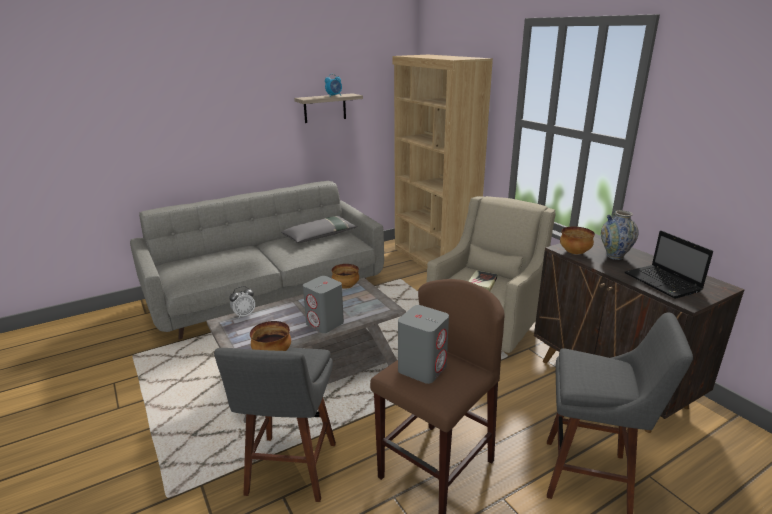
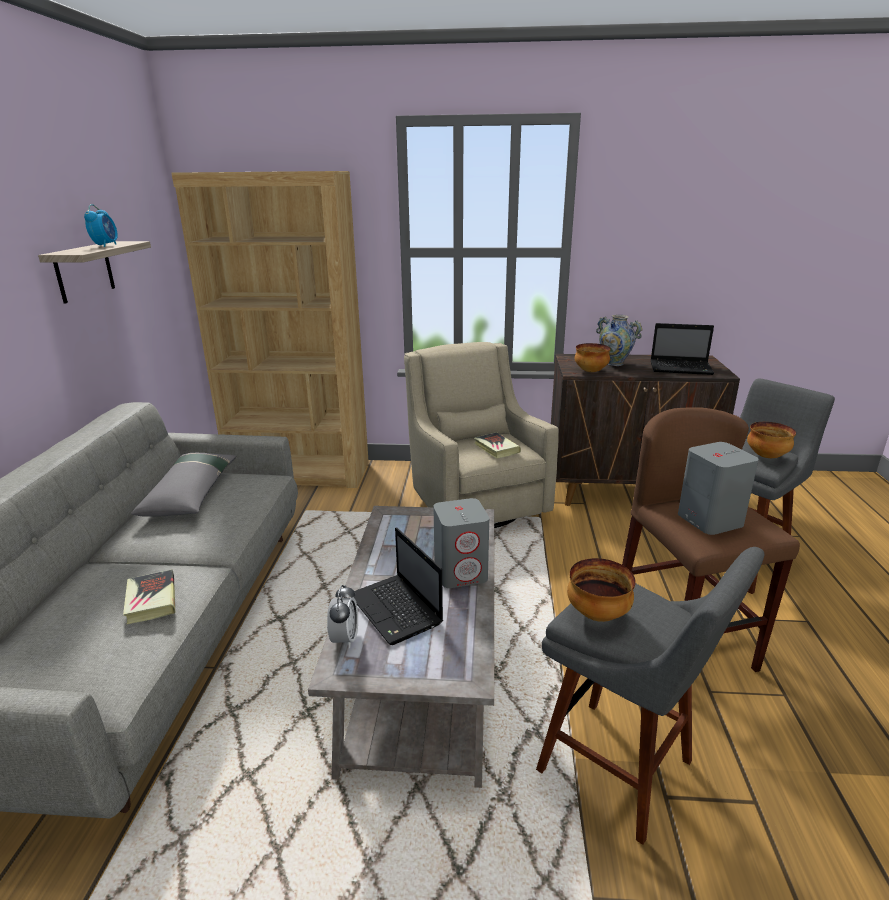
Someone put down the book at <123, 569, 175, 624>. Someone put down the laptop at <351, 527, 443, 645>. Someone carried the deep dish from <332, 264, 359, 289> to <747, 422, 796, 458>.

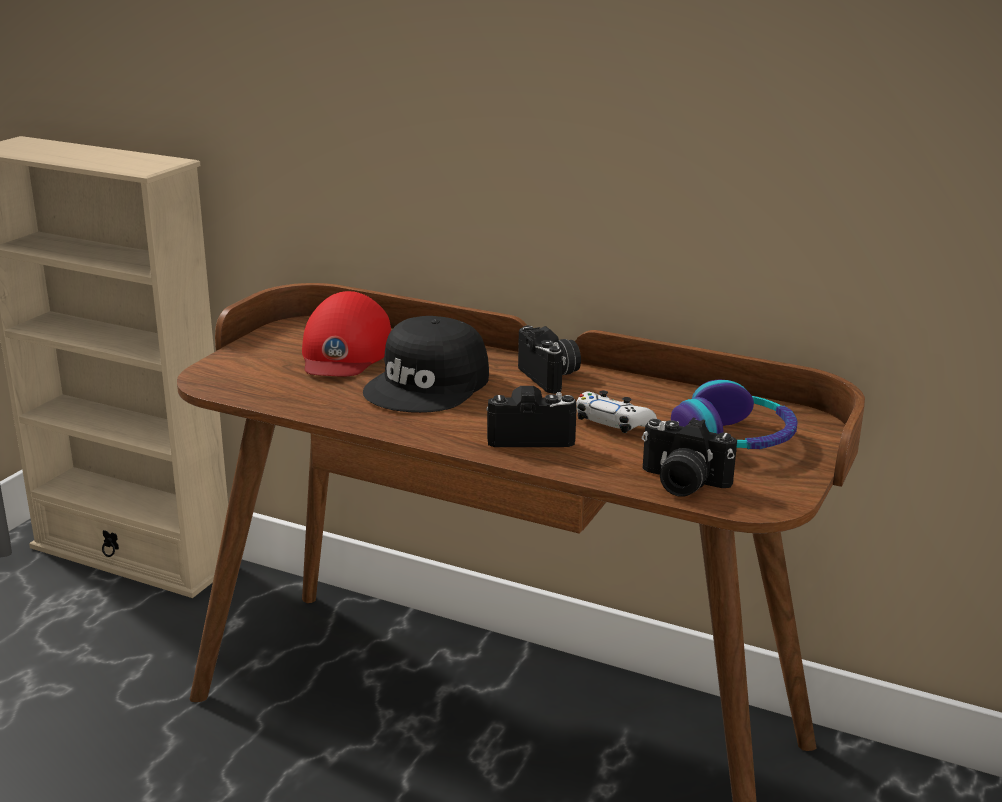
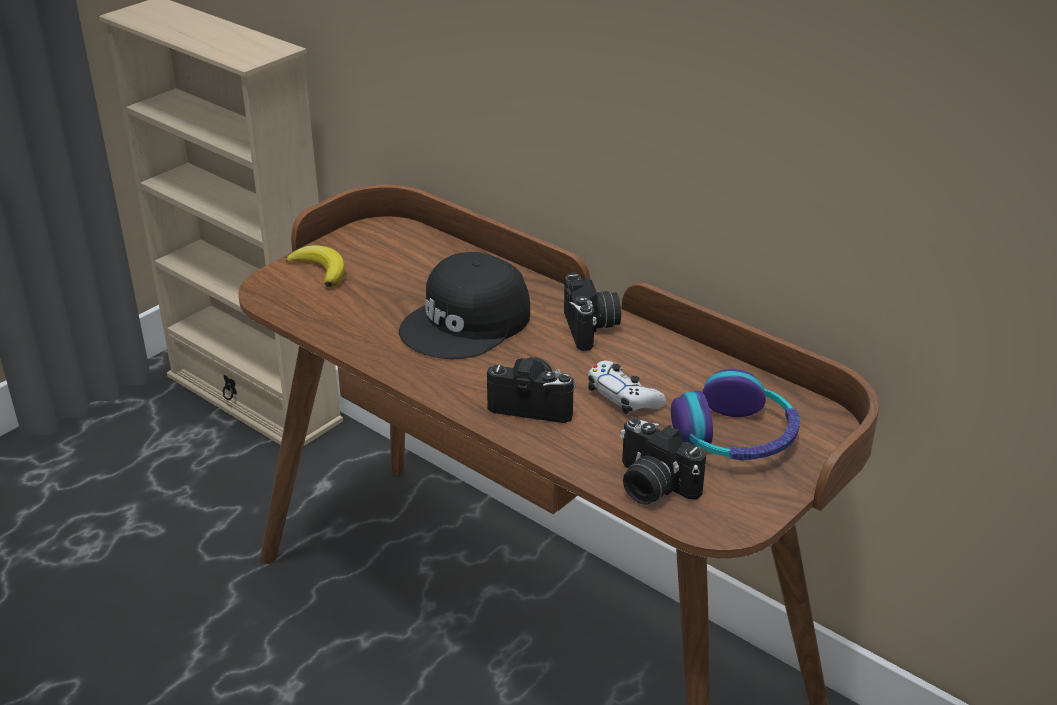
Someone put down the banana fruit at <286, 245, 346, 287>. Someone took away the cap/red-coloured at <302, 291, 391, 376>.

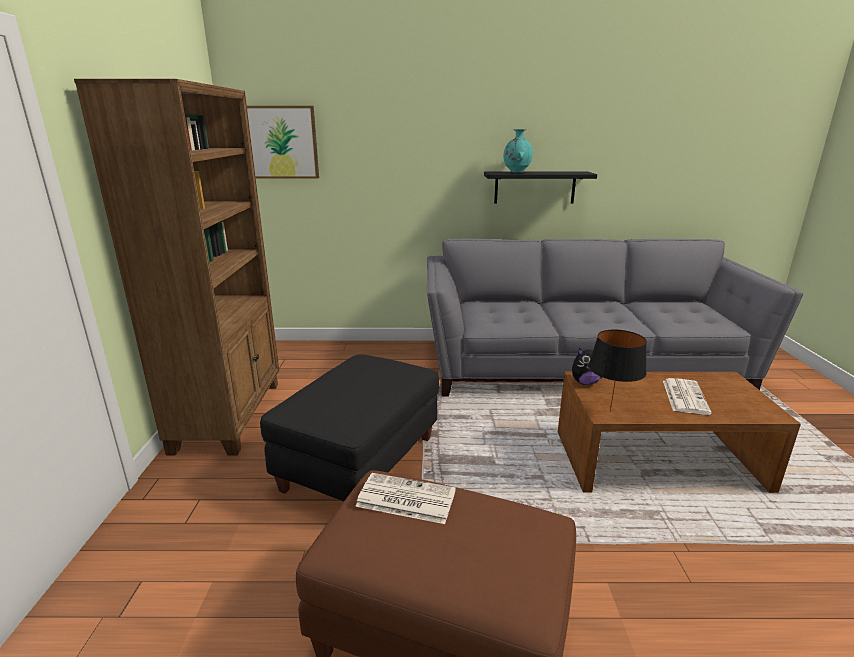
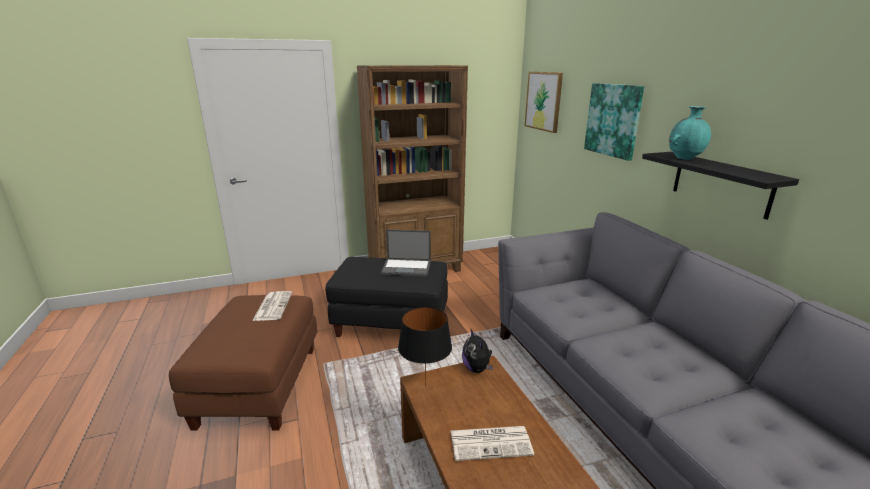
Someone put down the laptop at <381, 230, 431, 277>. Someone put up the wall picture at <584, 83, 644, 161>.

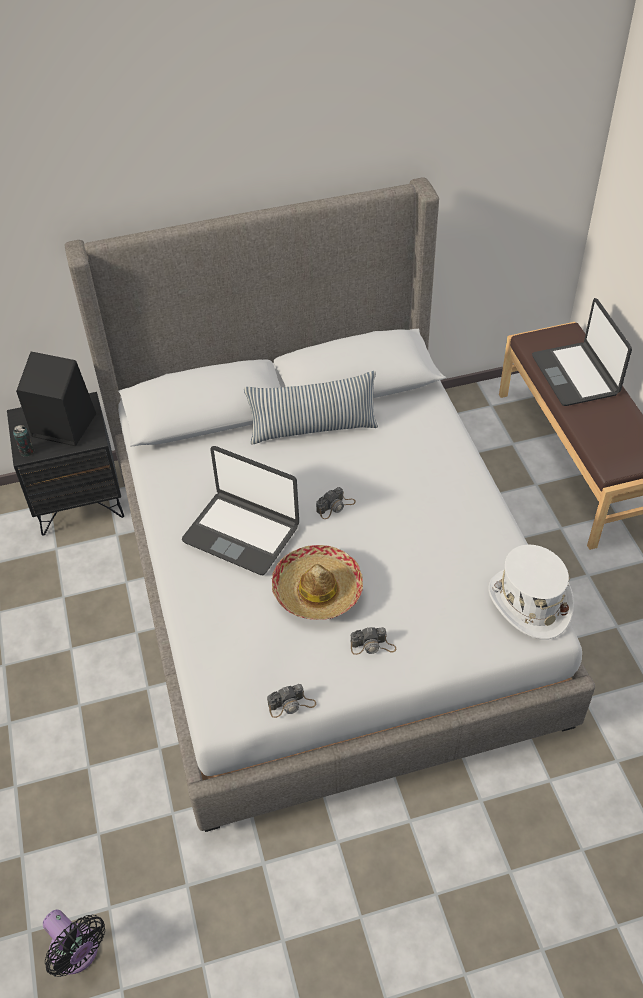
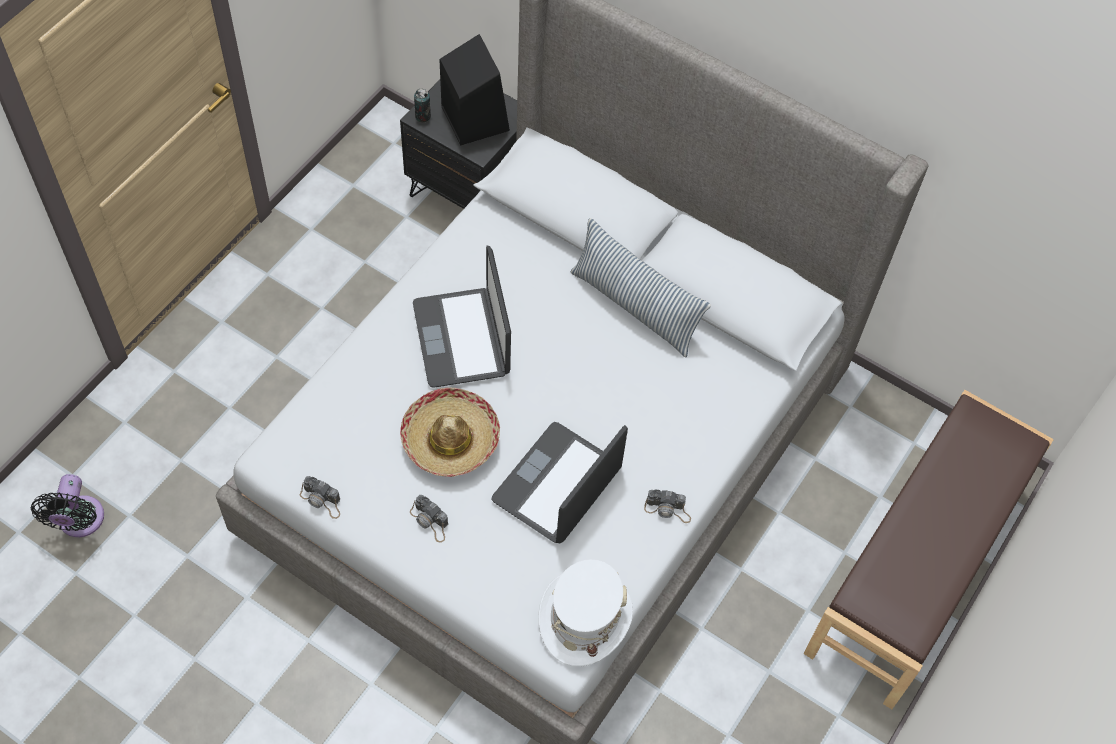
Someone carried the laptop from <532, 298, 632, 406> to <491, 422, 628, 543>. Someone carried the photo camera from <316, 487, 356, 519> to <644, 489, 691, 523>.

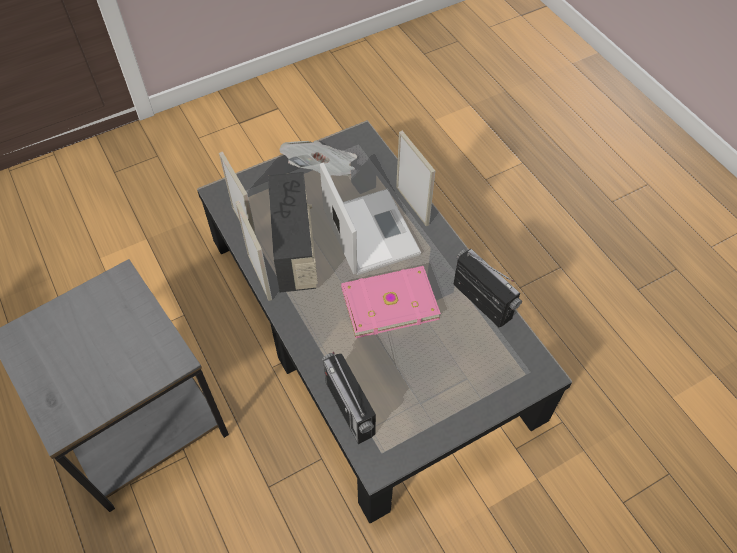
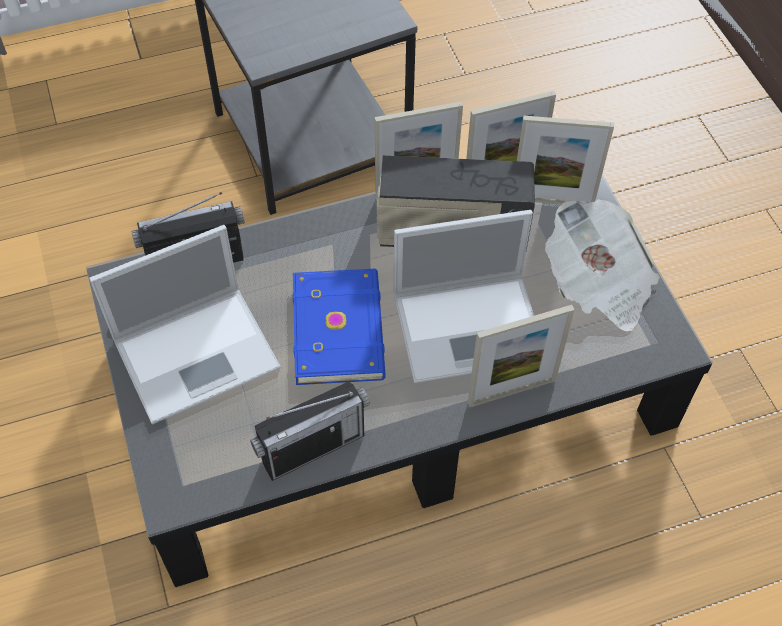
Someone put down the laptop at <89, 225, 281, 424>. Someone repainted the book/pink at <341, 266, 441, 338>, which became the book/bluish at <292, 269, 386, 385>. Someone put down the photo frame at <517, 115, 614, 204>.

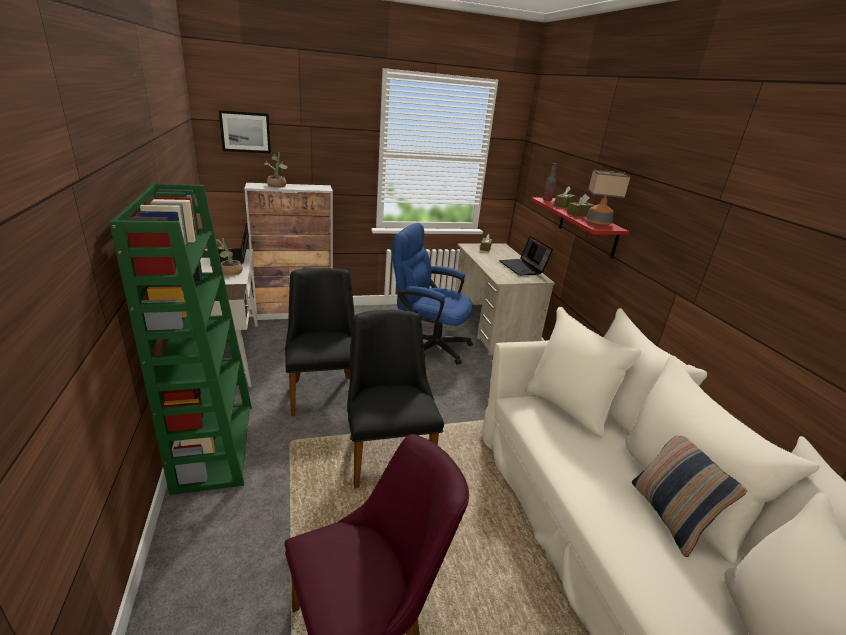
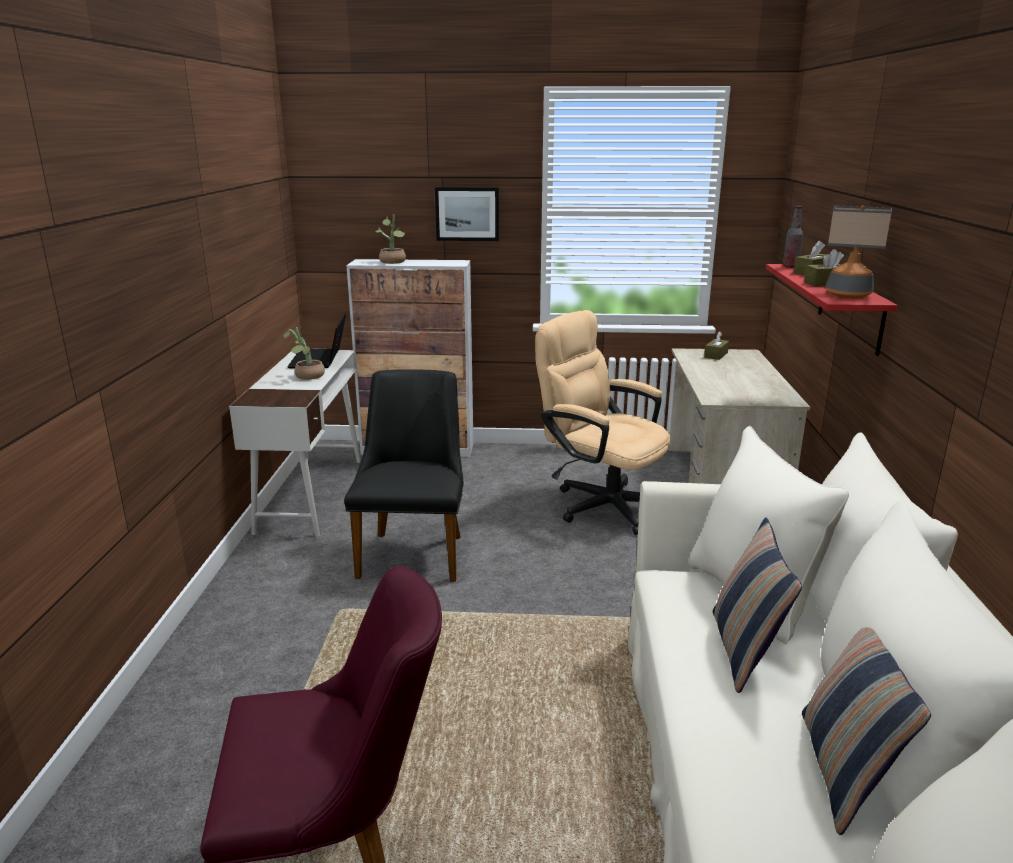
Someone carried the wall picture from <219, 110, 271, 153> to <435, 187, 499, 241>. Someone repainted the desk chair/bluish at <392, 223, 473, 365>, which became the desk chair/sand-coloured at <535, 310, 671, 535>. Someone put down the throw pillow at <713, 517, 802, 693>. Someone took away the bookshelf/greenish at <109, 183, 252, 495>. Someone took away the upright chair/black at <347, 310, 444, 488>. Someone took away the laptop at <499, 236, 553, 276>.

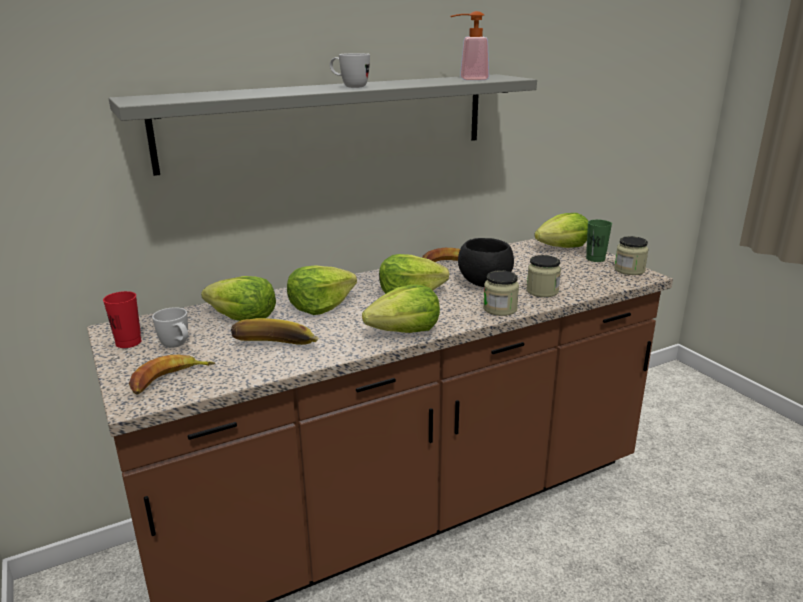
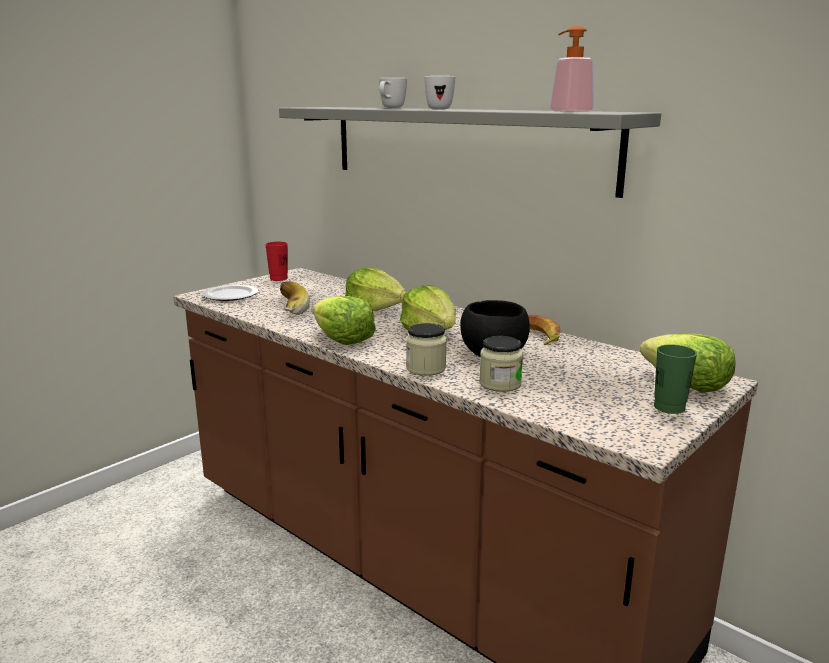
Someone swapped the banana fruit at <129, 355, 215, 394> for the flat dish at <202, 285, 258, 301>. Someone carried the tea mug/whitish from <152, 307, 188, 348> to <379, 78, 407, 108>. Someone took away the lettuce head at <201, 276, 276, 321>. Someone took away the jar at <614, 236, 649, 275>.

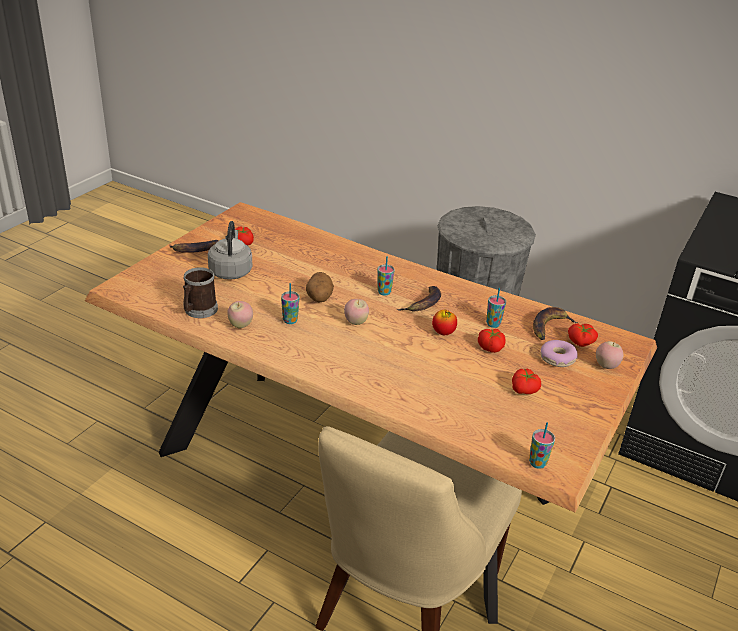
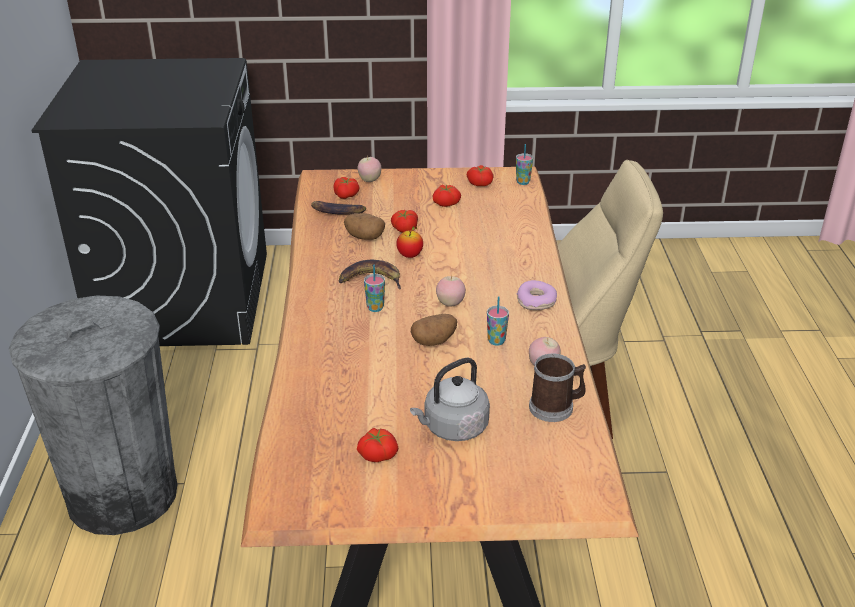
Someone swapped the small cup at <486, 287, 506, 328> for the potato at <344, 213, 385, 240>. Someone put down the tomato at <467, 165, 494, 186>. Someone carried the ring doughnut from <541, 340, 578, 367> to <517, 280, 557, 310>. Someone took away the banana fruit at <169, 240, 219, 253>.

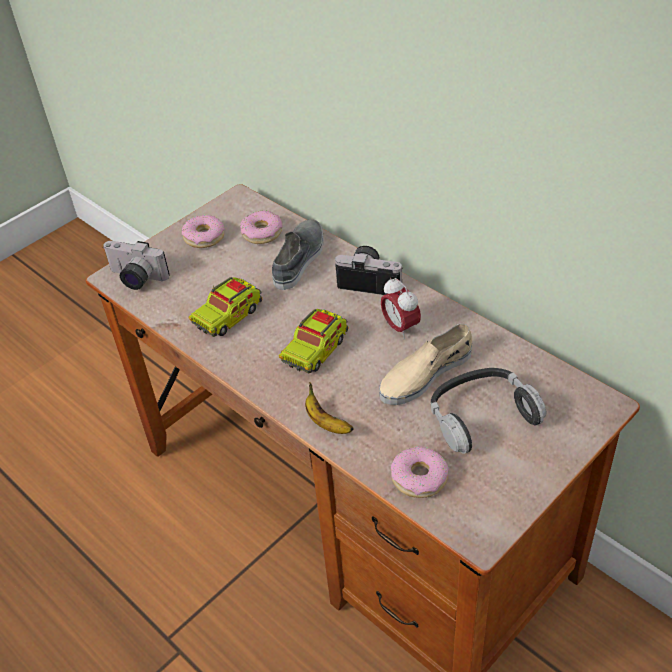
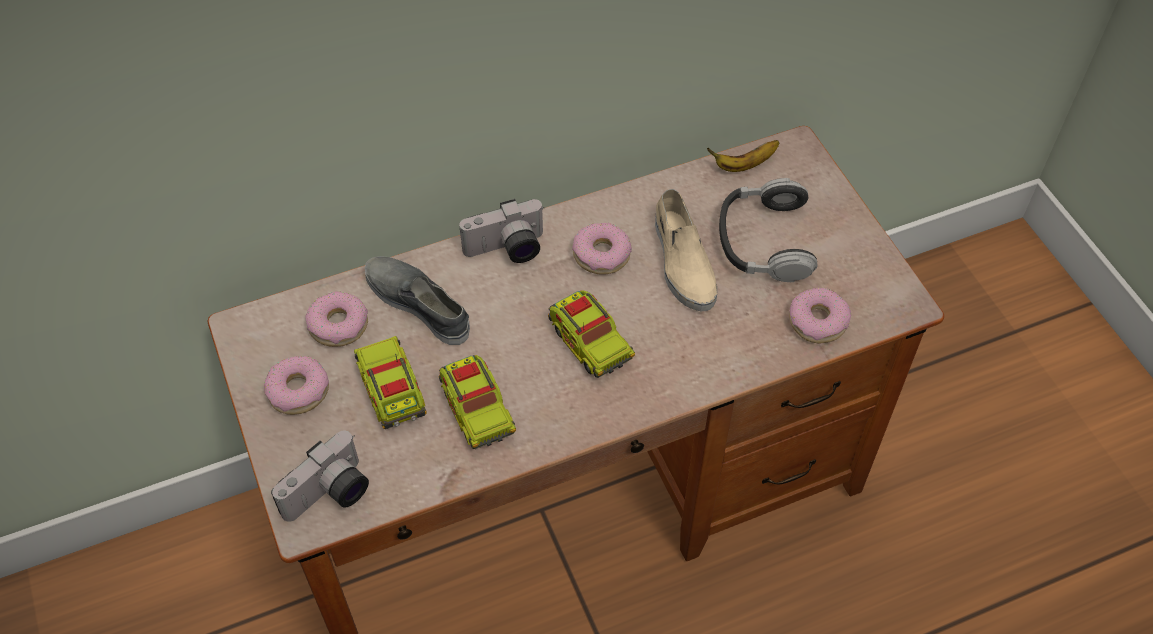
Someone put down the toy lorry at <354, 336, 427, 429>. Someone rotated the photo camera at <335, 246, 404, 295> by 150 degrees counterclockwise. Someone swapped the bedside clock at <381, 278, 421, 340> for the ring doughnut at <572, 223, 632, 275>. Someone carried the banana fruit from <305, 382, 354, 434> to <707, 140, 779, 172>.

